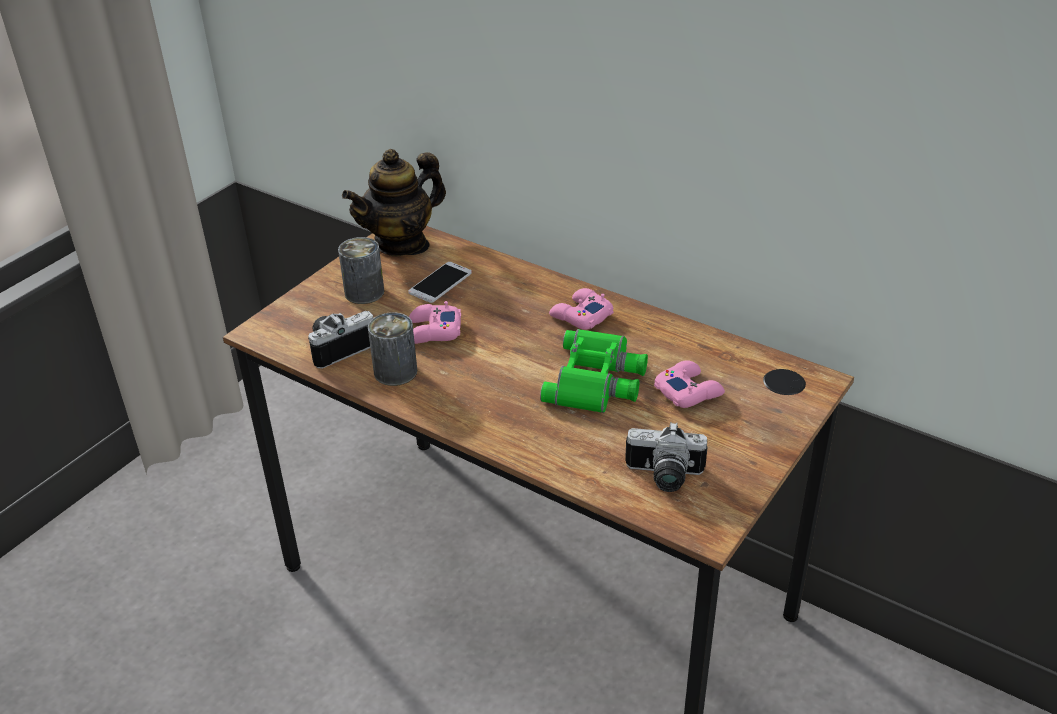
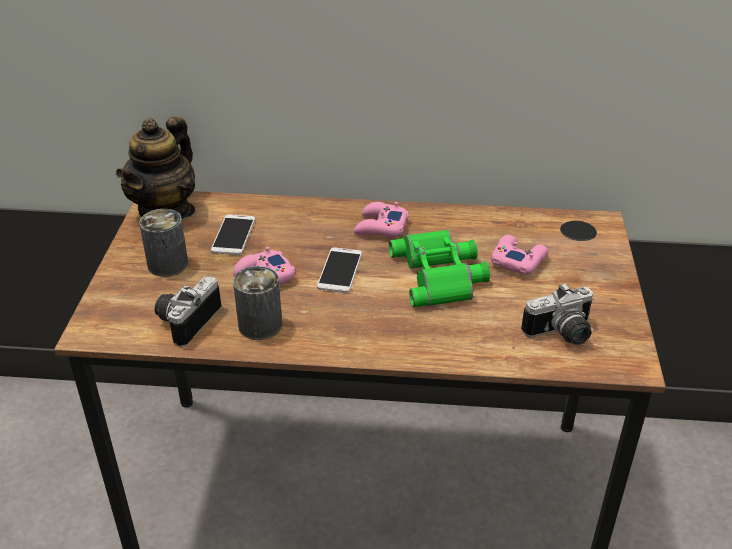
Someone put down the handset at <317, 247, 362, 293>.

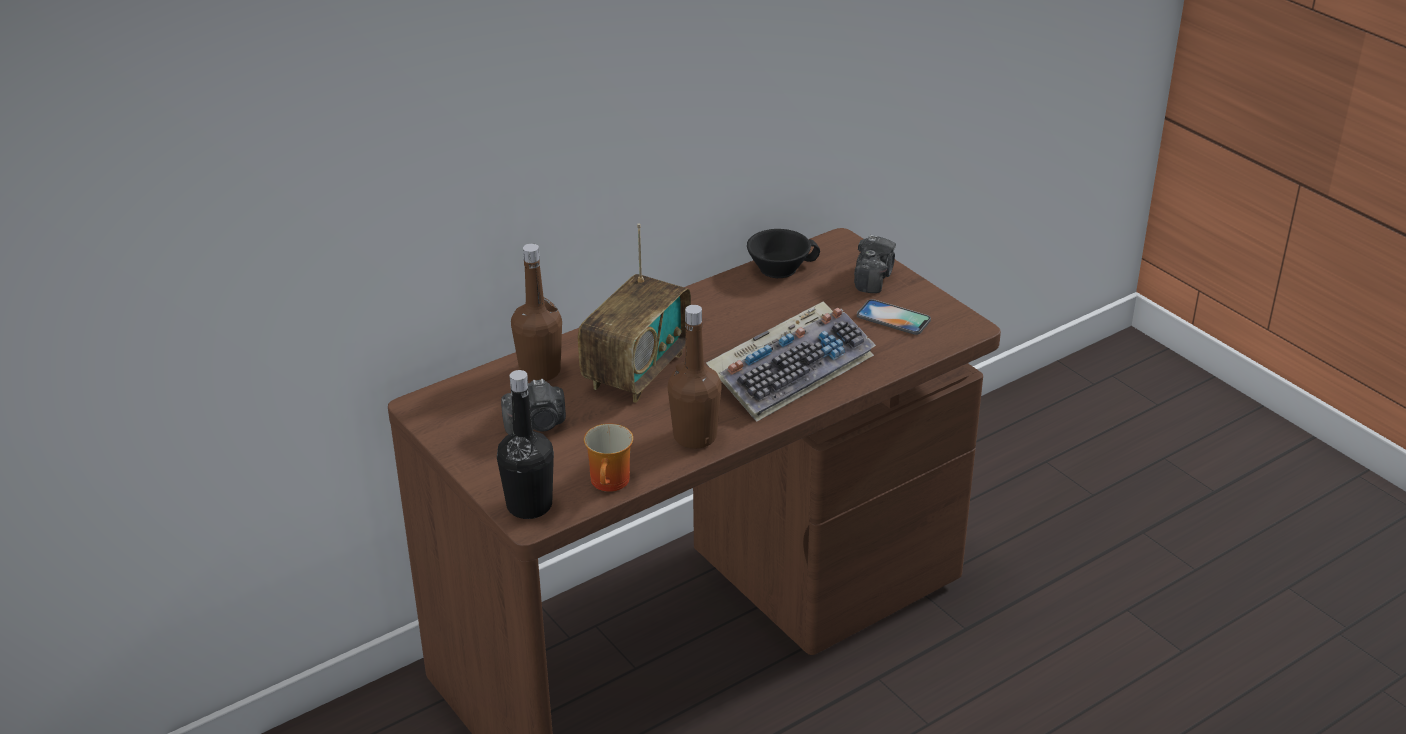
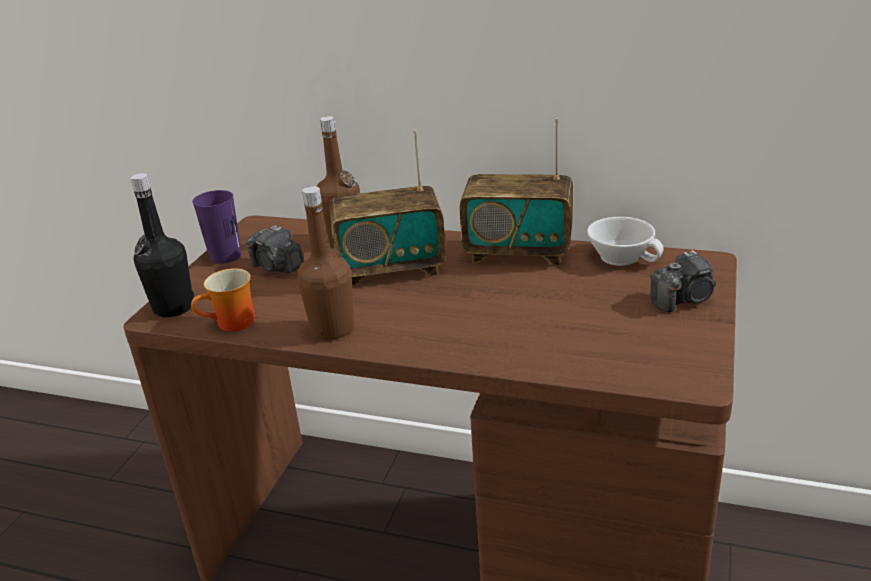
Someone put down the small cup/purplish at <192, 190, 241, 264>. Someone put down the radio set at <459, 118, 573, 266>. Someone repainted the small cup/black at <747, 229, 820, 278>, which became the small cup/whitish at <587, 217, 664, 266>. Someone took away the computer keyboard at <706, 301, 876, 422>. Someone took away the handset at <857, 299, 931, 335>.

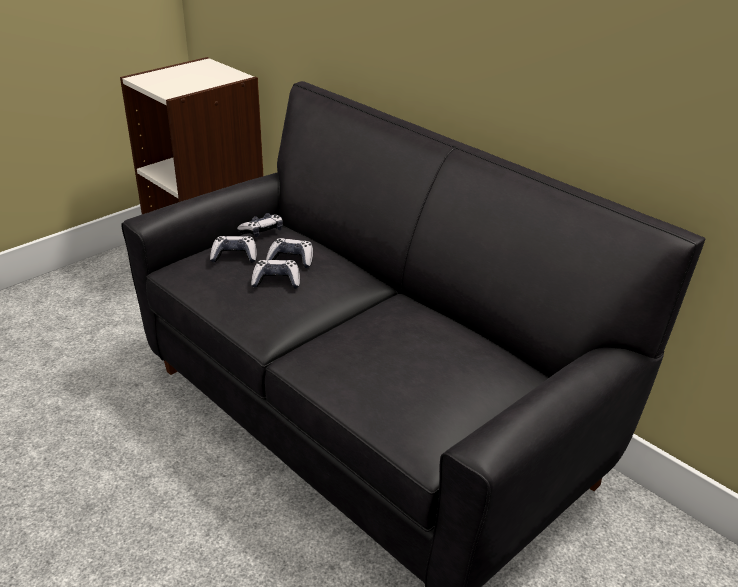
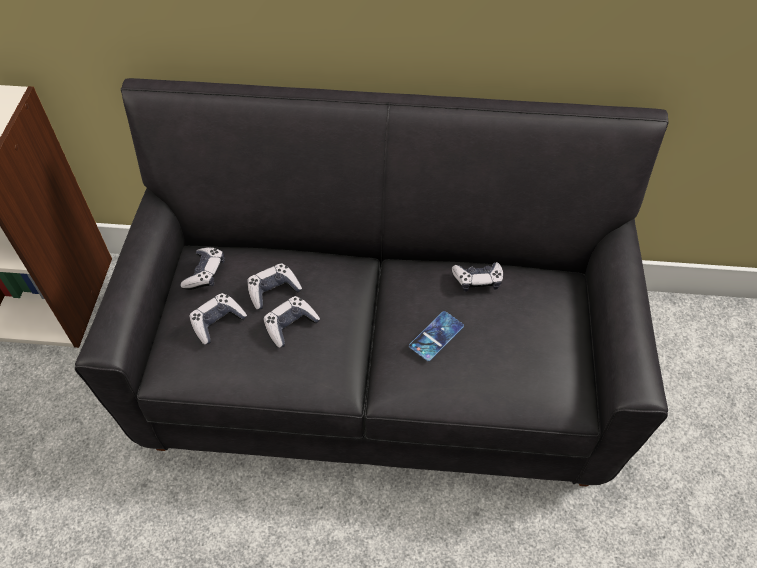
Someone put down the handset at <409, 311, 464, 361>. Someone put down the gamepad at <452, 262, 503, 292>.

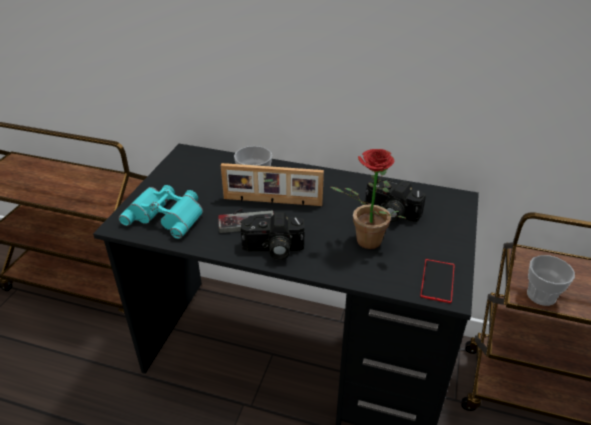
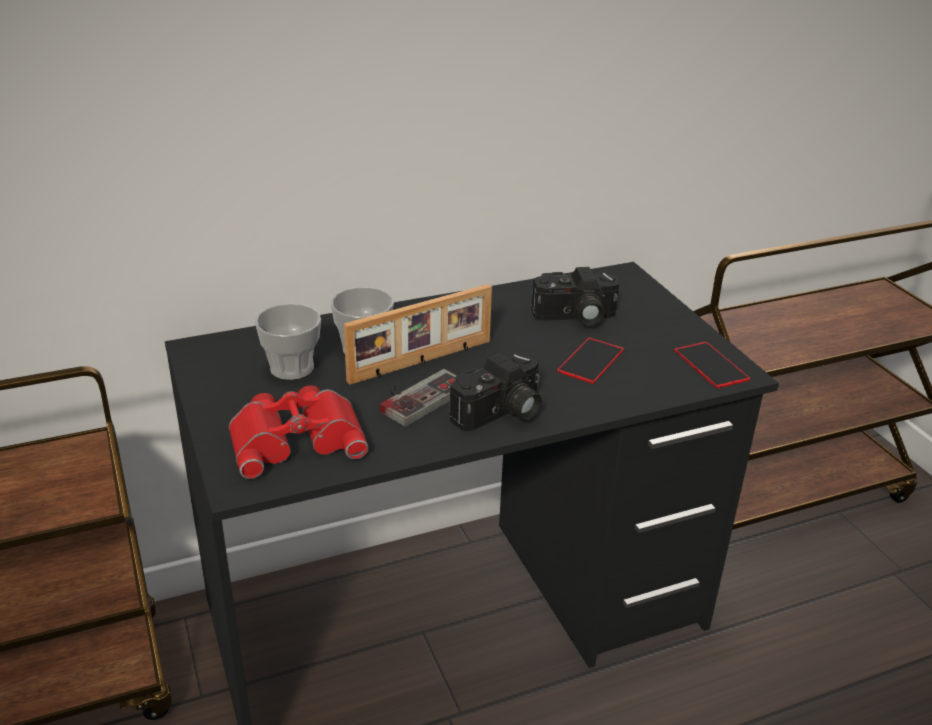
Someone repainted the field glasses/turquoise-coloured at <119, 185, 203, 239>, which became the field glasses/red-coloured at <229, 385, 369, 479>. Someone carried the small cup from <527, 255, 575, 306> to <255, 304, 321, 380>. Someone swapped the plant in a pot at <331, 149, 407, 249> for the handset at <557, 338, 624, 384>.

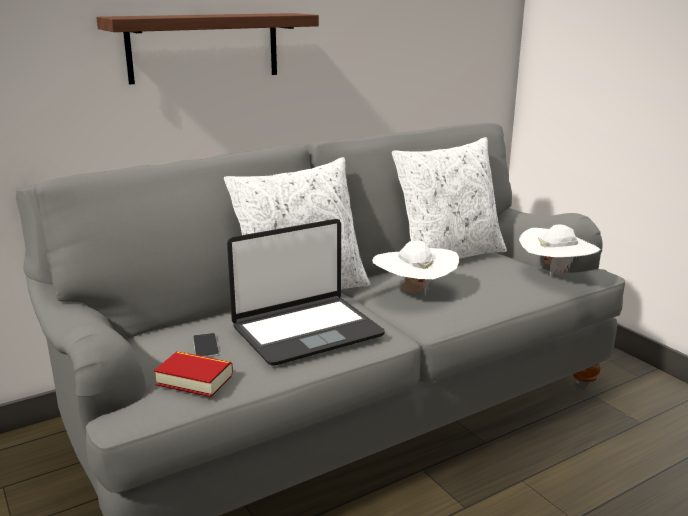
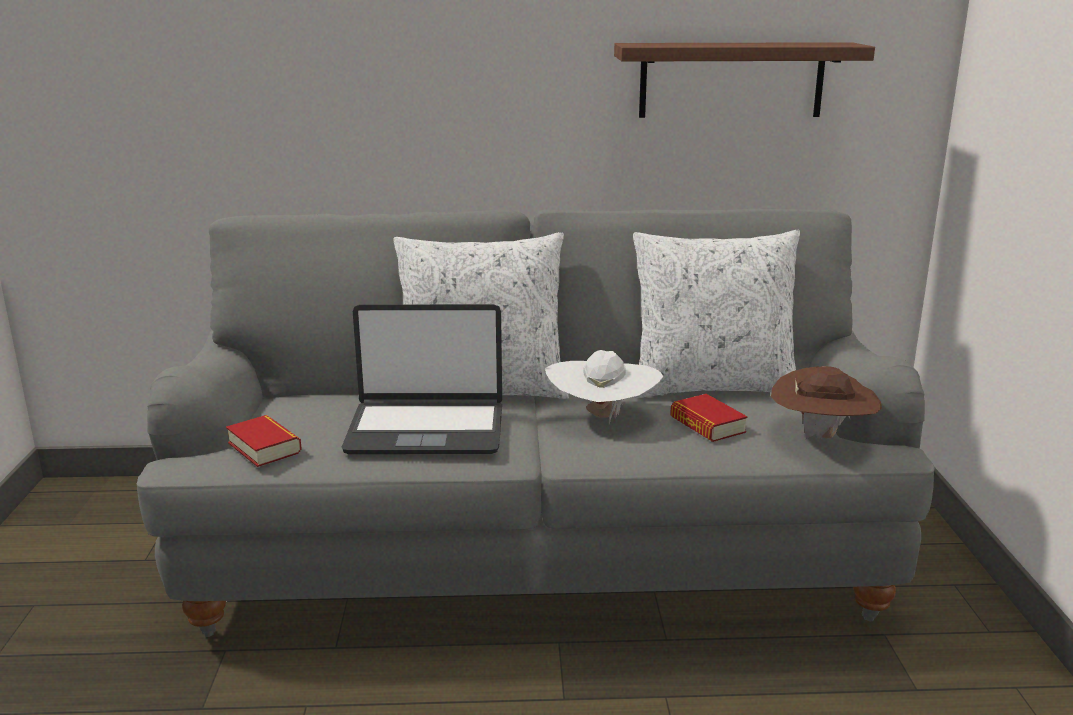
Someone carried the bracket shelf from <96, 13, 319, 84> to <614, 42, 875, 118>. Someone put down the book at <670, 394, 747, 442>. Someone repainted the clothing hat/whitish at <519, 225, 601, 277>, which became the clothing hat/brown at <771, 366, 882, 439>. Someone took away the handset at <193, 333, 219, 357>.

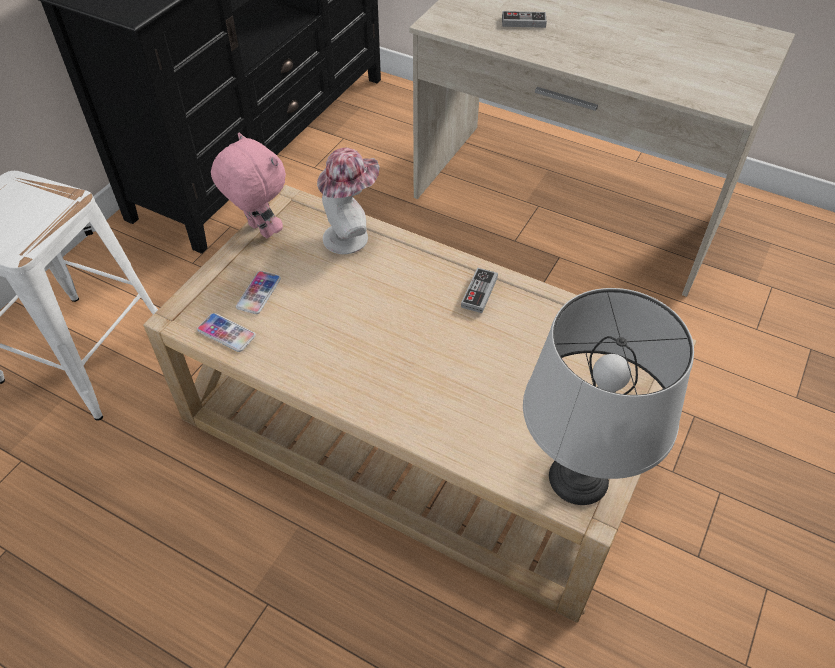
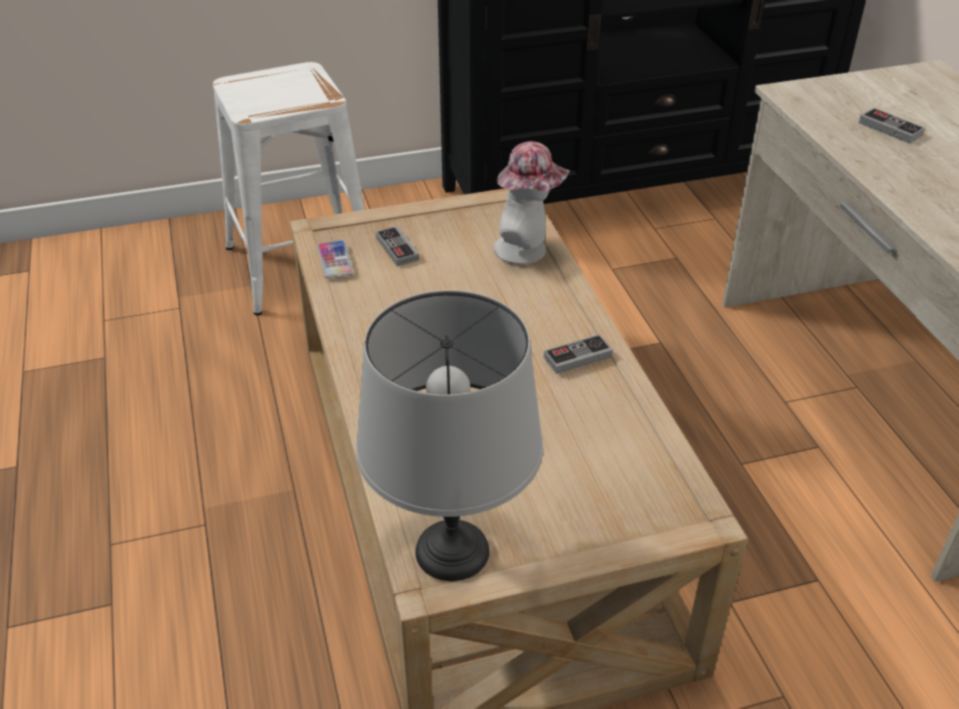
Someone swapped the handset at <236, 271, 281, 314> for the gamepad at <376, 226, 419, 267>. Someone took away the soft toy/pink at <211, 132, 286, 238>.

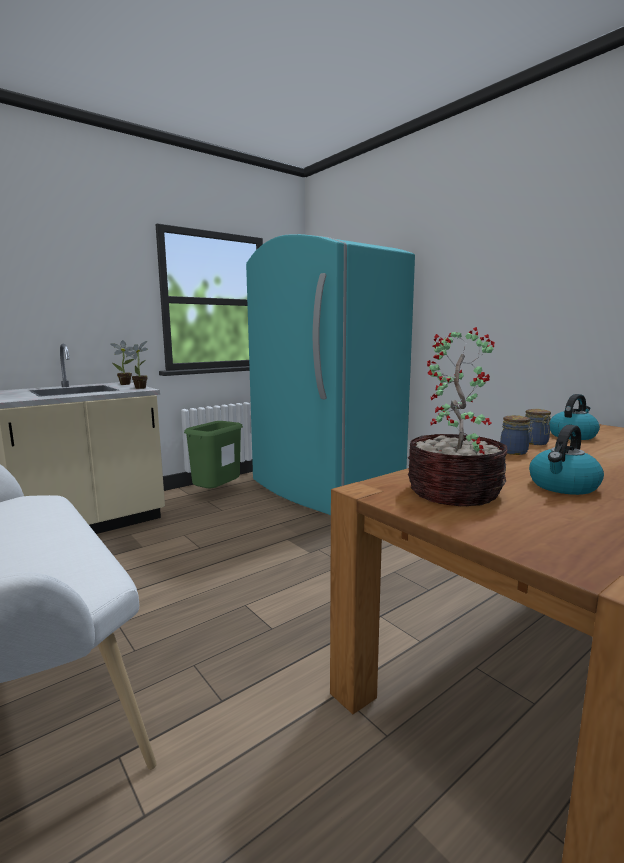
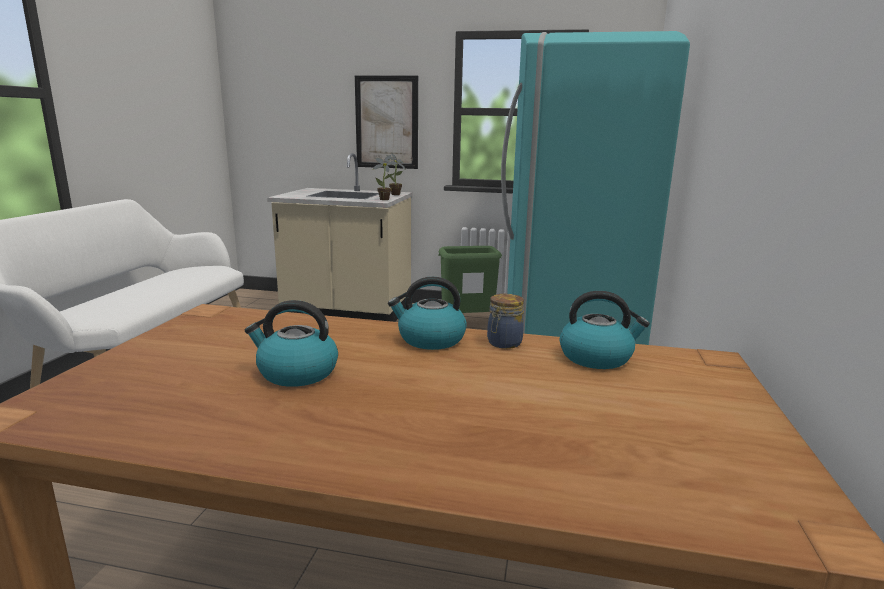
Someone put up the wall picture at <355, 75, 418, 169>. Someone swapped the jar at <500, 415, 533, 455> for the kettle at <388, 277, 467, 350>. Someone took away the plant in a pot at <407, 327, 507, 506>.

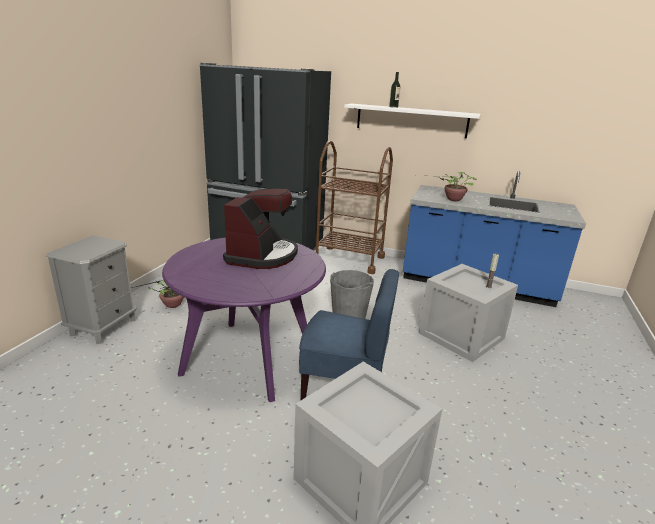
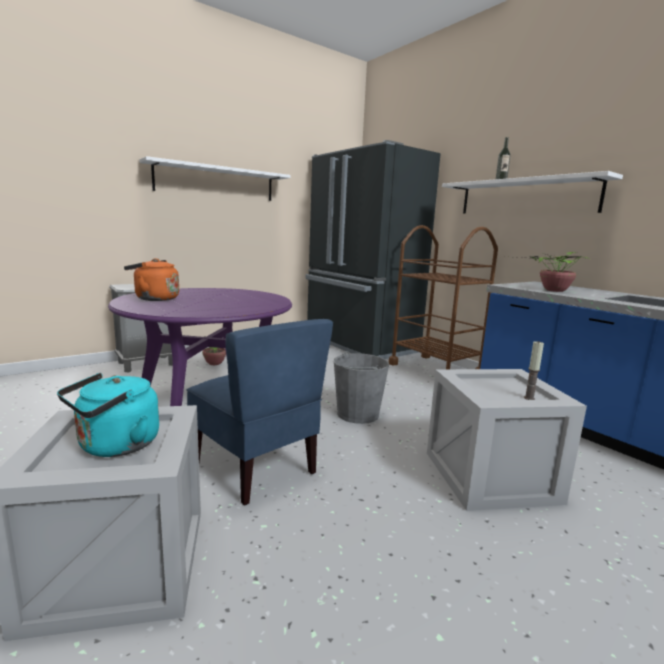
Someone put down the kettle/turquoise-coloured at <57, 373, 159, 457>. Someone put down the kettle/orangey at <124, 258, 179, 301>. Someone put up the bracket shelf/whitish at <139, 156, 290, 201>. Someone took away the coffee machine at <223, 188, 298, 269>.

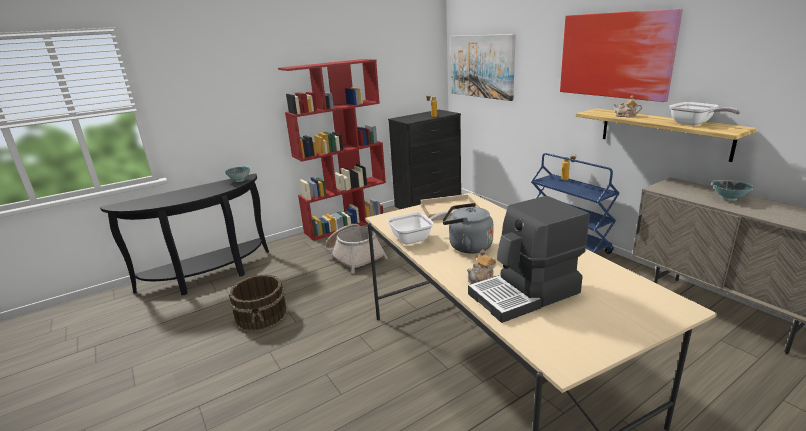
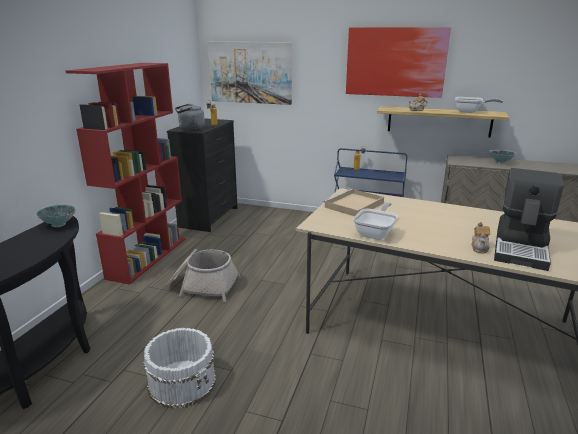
Someone repainted the bucket/brown at <229, 275, 288, 333>, which became the bucket/whitish at <143, 328, 216, 409>. Someone carried the kettle/grey from <442, 203, 494, 254> to <175, 104, 205, 130>.

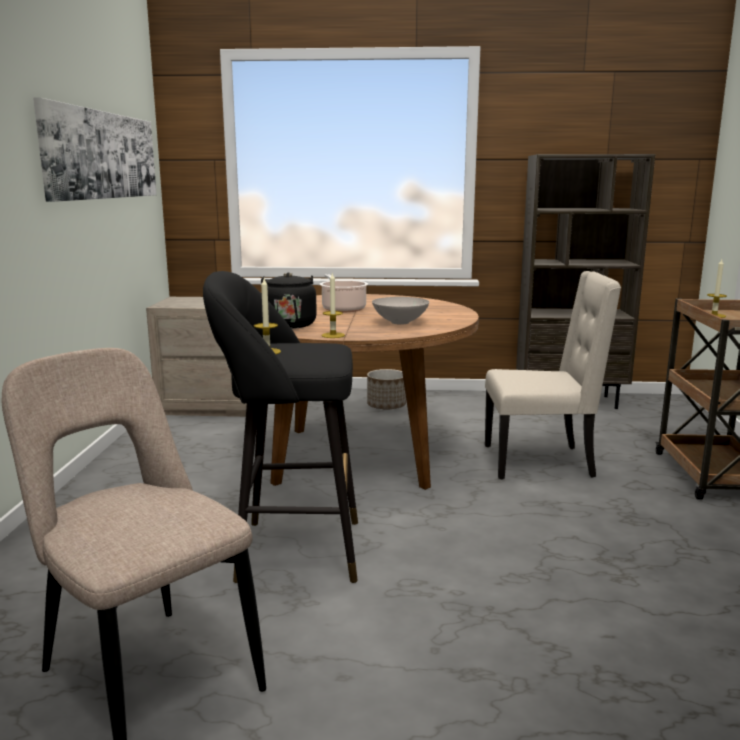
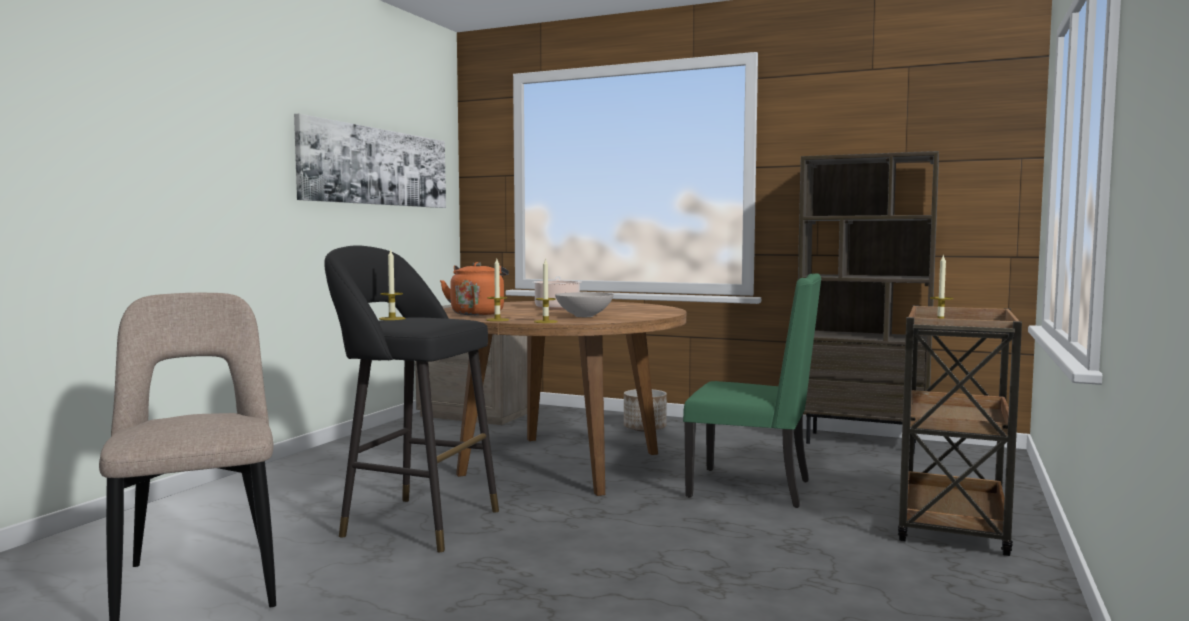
Someone repainted the kettle/black at <261, 272, 317, 329>, which became the kettle/orangey at <440, 262, 509, 315>. Someone put down the candle at <534, 258, 558, 323>. Someone repainted the upright chair/sand-coloured at <485, 271, 621, 479>, which became the upright chair/greenish at <683, 274, 821, 508>.

